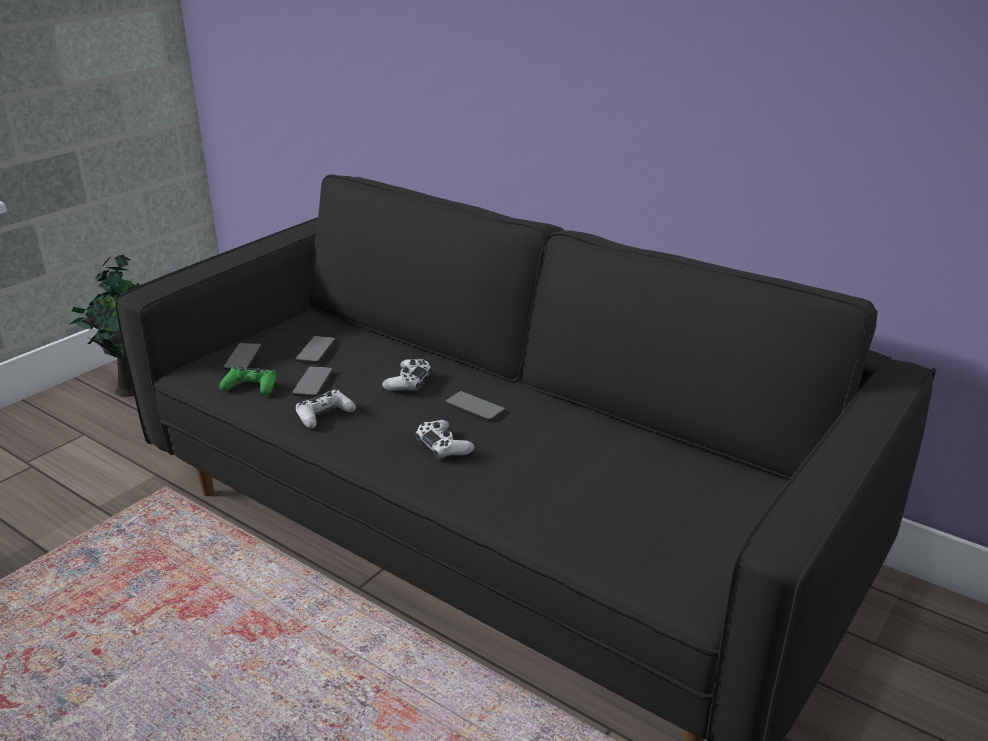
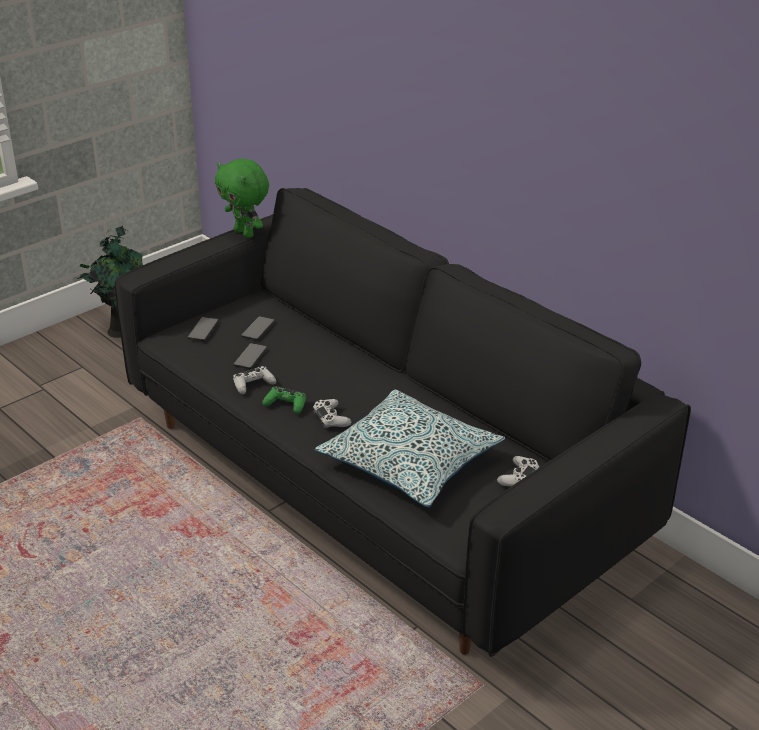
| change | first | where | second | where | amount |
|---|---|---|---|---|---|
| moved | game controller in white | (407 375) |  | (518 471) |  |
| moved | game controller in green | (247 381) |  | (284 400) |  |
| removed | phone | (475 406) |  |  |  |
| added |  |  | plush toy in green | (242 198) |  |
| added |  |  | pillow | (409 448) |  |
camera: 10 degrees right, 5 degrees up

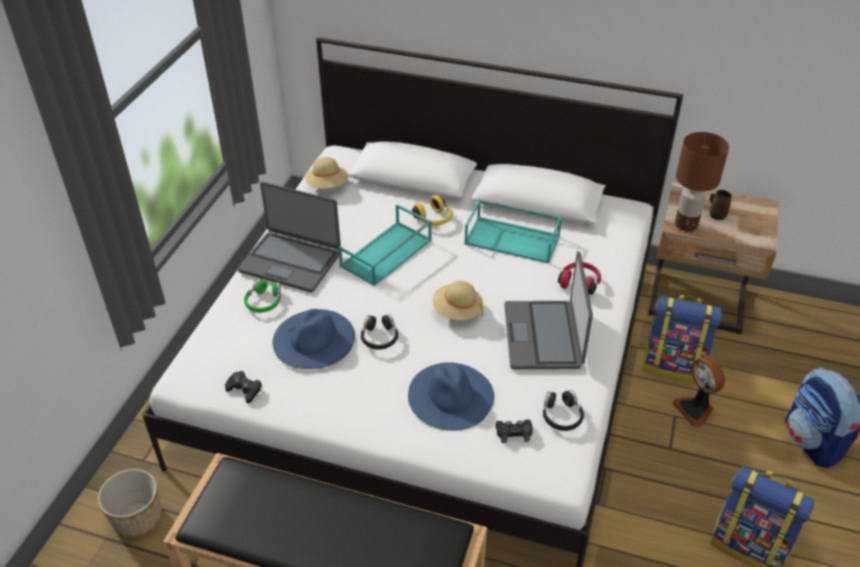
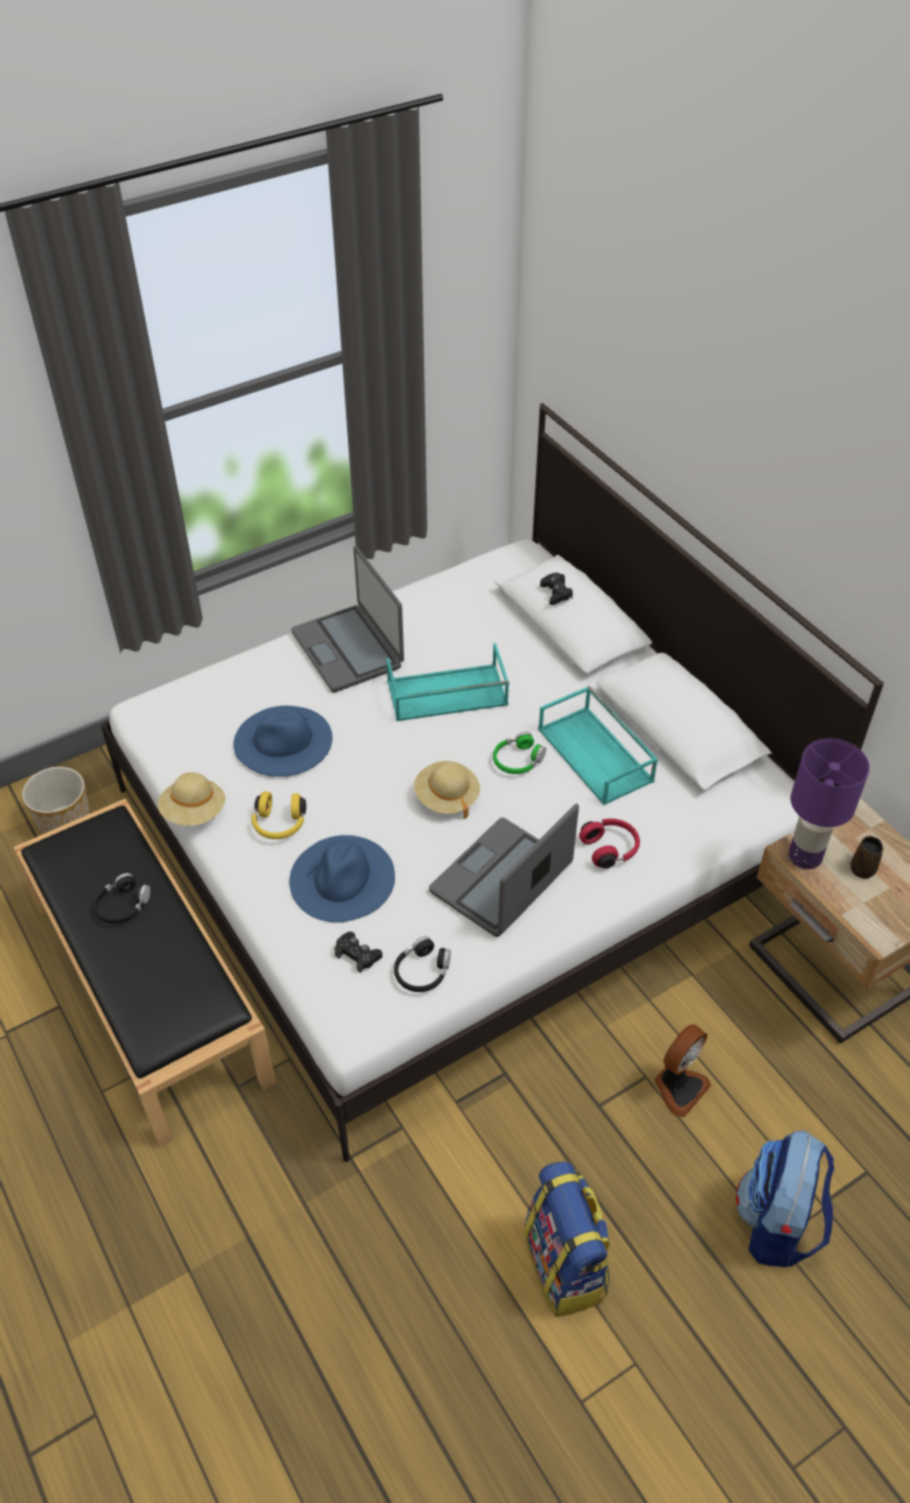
| change | first | where | second | where | amount |
|---|---|---|---|---|---|
| recoloured | table lamp in brown | (702 182) | table lamp in purple | (829 803) |  |
| moved | hat in beige | (326 173) |  | (191 799) |  |
| moved | headphones in yellow | (432 210) |  | (278 815) |  |
| moved | headphones in green | (262 295) |  | (519 753) |  |
| removed | backpack | (683 339) |  |  |  |
| moved | headphones in black | (379 331) |  | (121 898) |  |
| turned | fan | (698 391) |  | (682 1070) | 150 degrees counterclockwise |
| moved | game controller in black | (243 387) |  | (556 589) |  |
camera: 40 degrees right, 5 degrees up

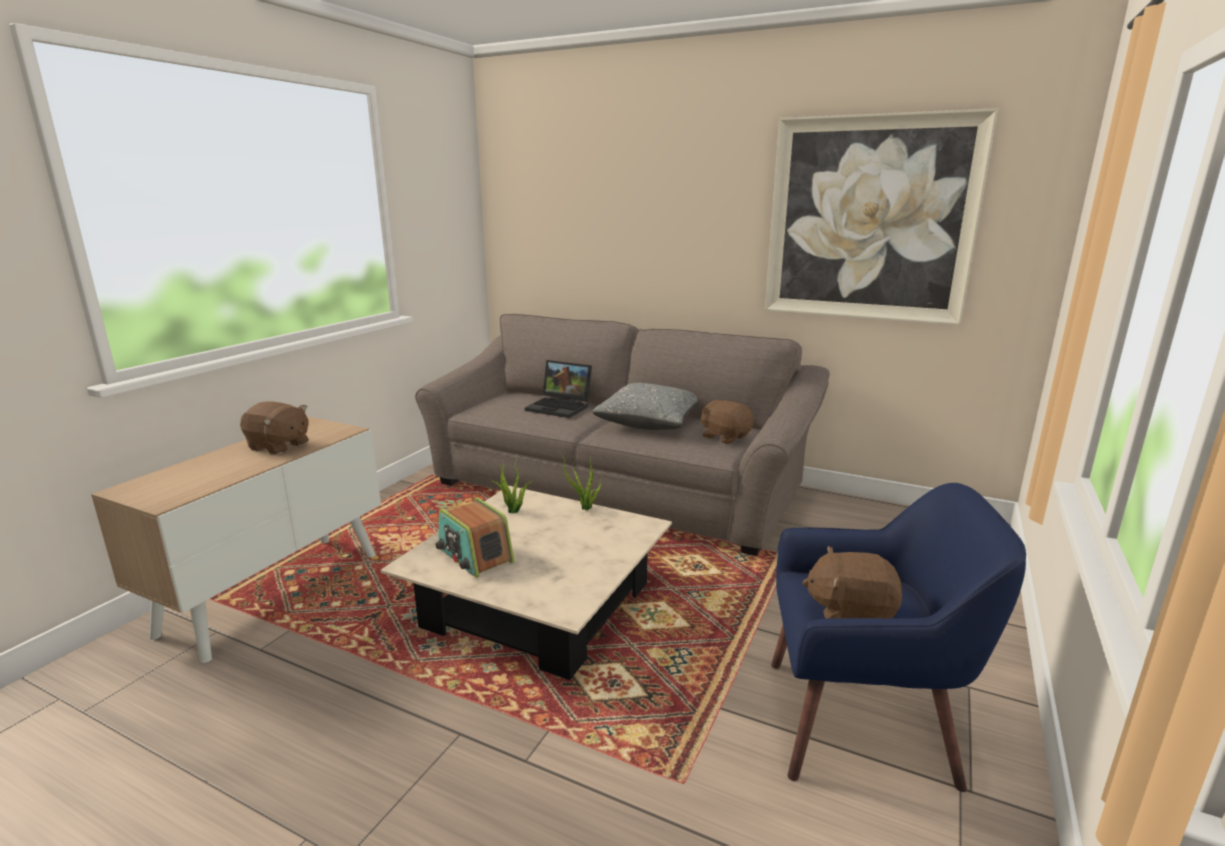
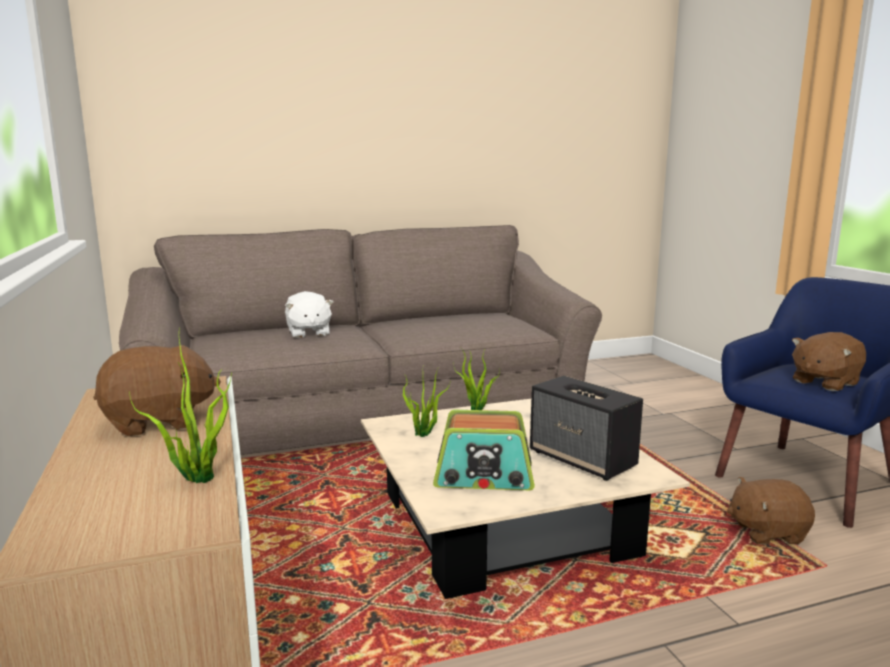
| change | first | where | second | where | amount |
|---|---|---|---|---|---|
| removed | picture | (882 216) |  |  |  |
| replaced | laptop | (558 389) | plush toy in white | (309 314) |  |
| removed | pillow in grey | (645 406) |  |  |  |
| moved | plush toy in brown | (727 422) |  | (771 511) |  |
| added |  |  | potted plant | (180 411) |  |
| added |  |  | speaker | (586 428) |  |
camera: 45 degrees left, 5 degrees down

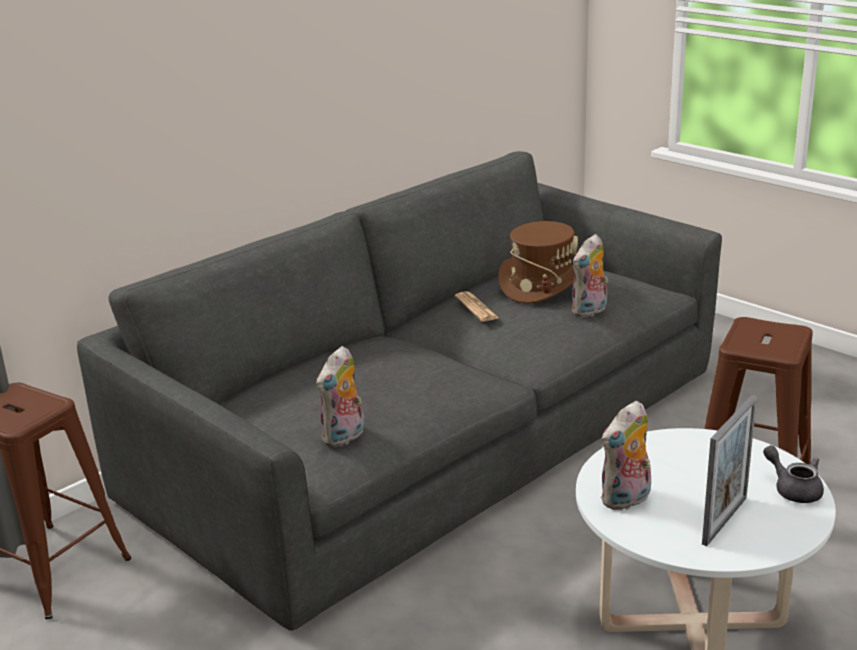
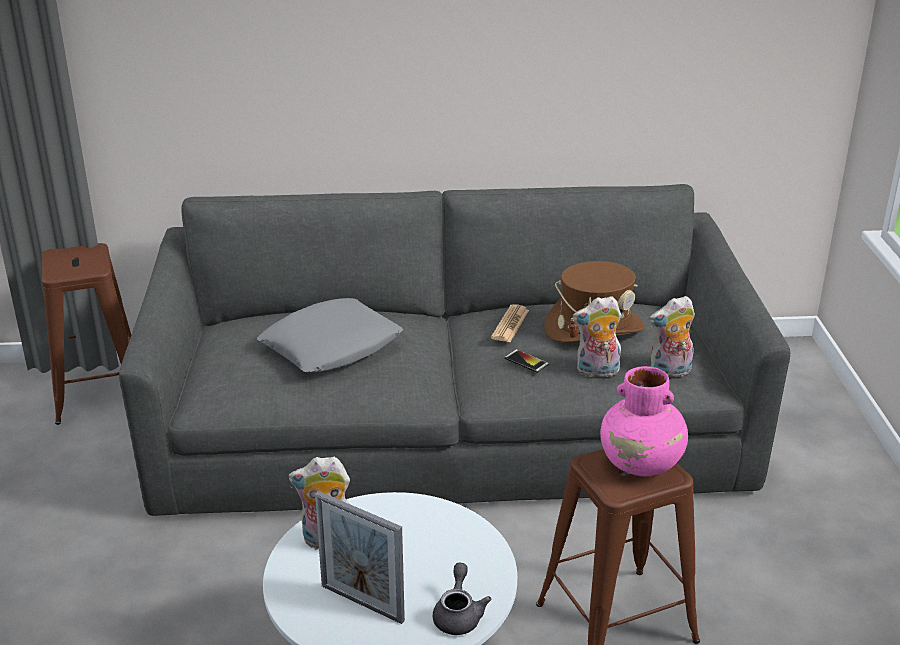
| change | first | where | second | where | amount |
|---|---|---|---|---|---|
| moved | plush toy | (340 396) |  | (672 336) |  |
| turned | picture frame | (729 470) |  | (360 557) | 45 degrees clockwise |
| added |  |  | pillow in grey | (330 335) |  |
| added |  |  | phone | (526 361) |  |
| added |  |  | vase in pink | (644 421) |  |
camera: 40 degrees right, 5 degrees up

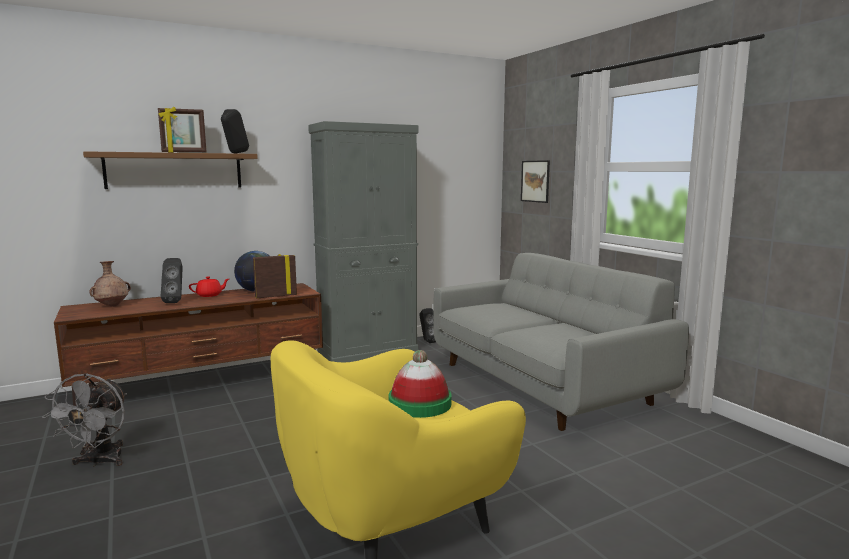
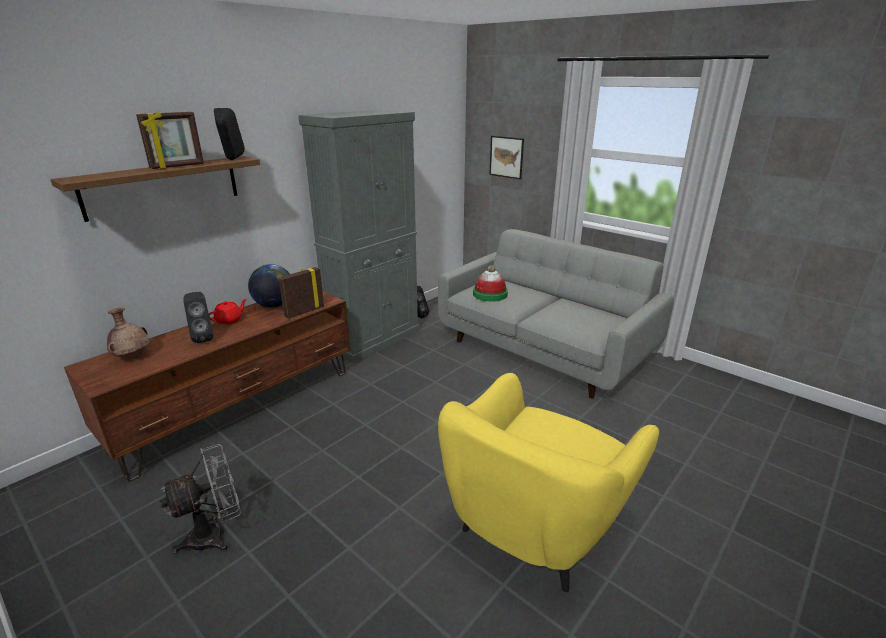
| change | first | where | second | where | amount |
|---|---|---|---|---|---|
| moved | hat | (420 384) |  | (490 283) |  |
| turned | fan in grey | (84 420) |  | (200 499) | 105 degrees counterclockwise |
camera: 20 degrees left, 15 degrees up

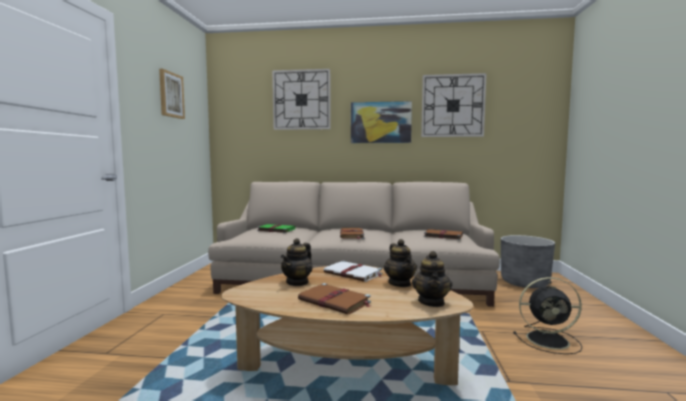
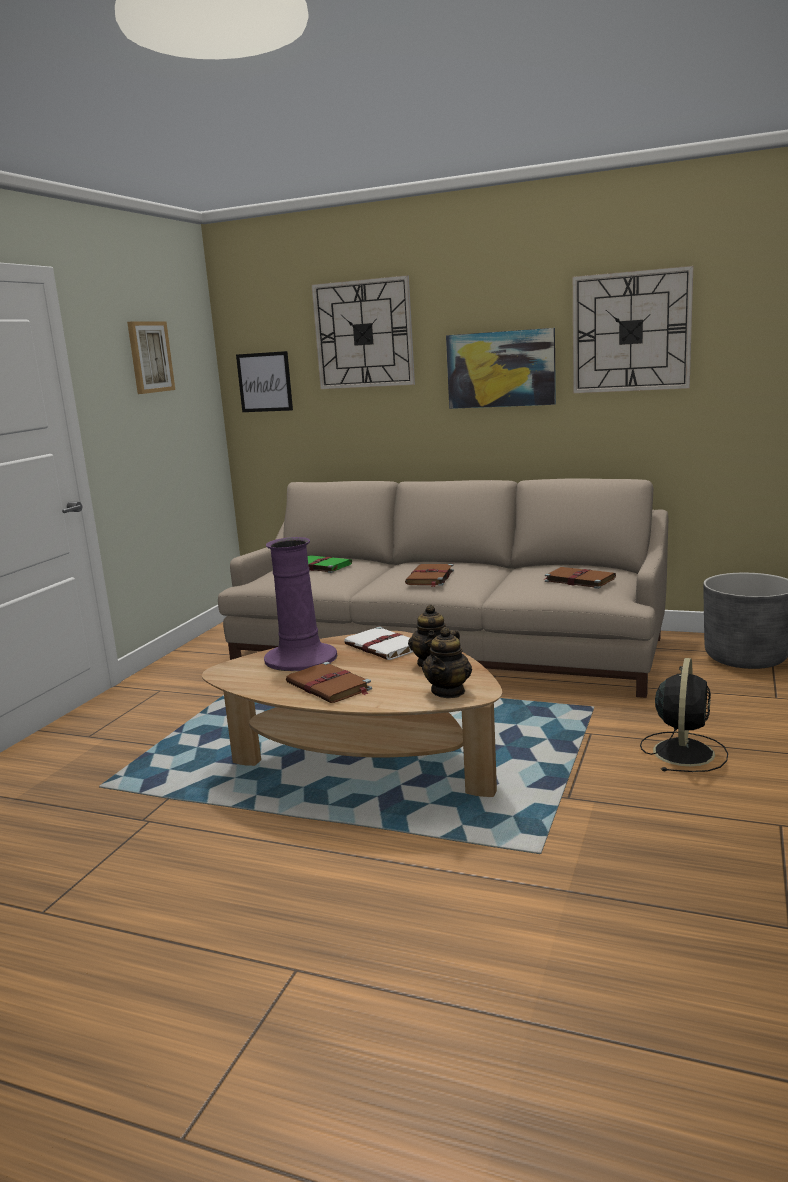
| change | first | where | second | where | amount |
|---|---|---|---|---|---|
| replaced | teapot | (296 262) | vase in purple | (301 604) |  |
| turned | fan in black | (547 315) |  | (684 715) | 90 degrees counterclockwise |
| added |  |  | picture | (264 381) |  |
camera: 15 degrees right, 10 degrees up

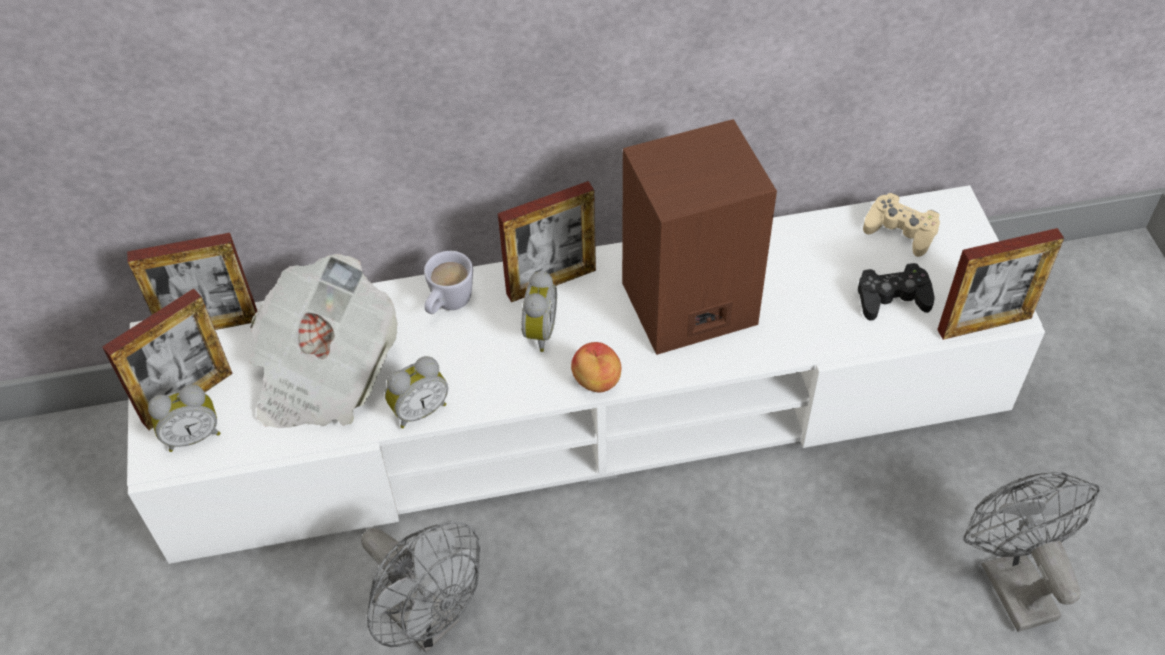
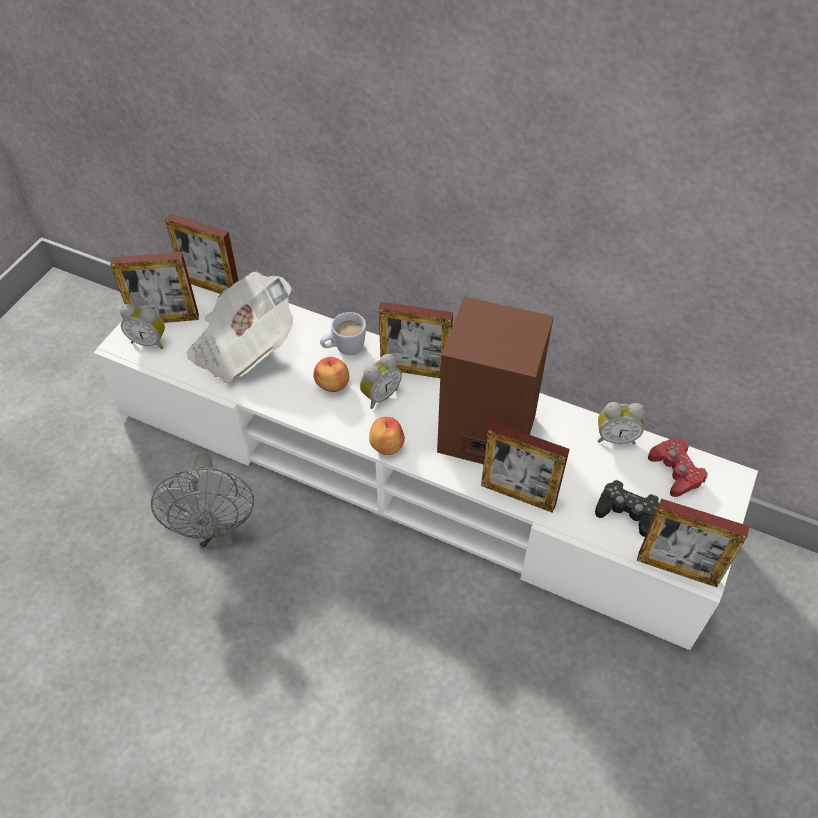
| change | first | where | second | where | amount |
|---|---|---|---|---|---|
| recoloured | game controller in beige | (901 225) | game controller in red | (678 467) |  |
| moved | alarm clock | (416 392) |  | (621 423) |  |
| removed | fan in grey | (1031 552) |  |  |  |
| added |  |  | apple | (331 374) |  |
| added |  |  | picture frame | (525 467) |  |
camera: 35 degrees right, 0 degrees up

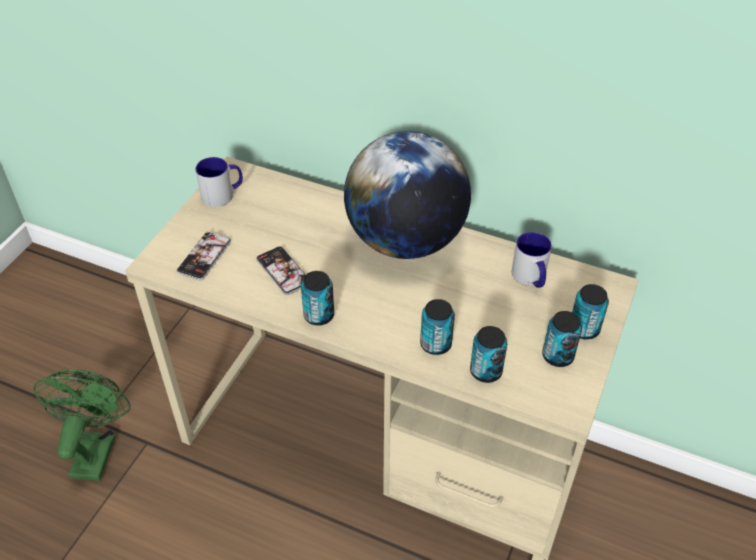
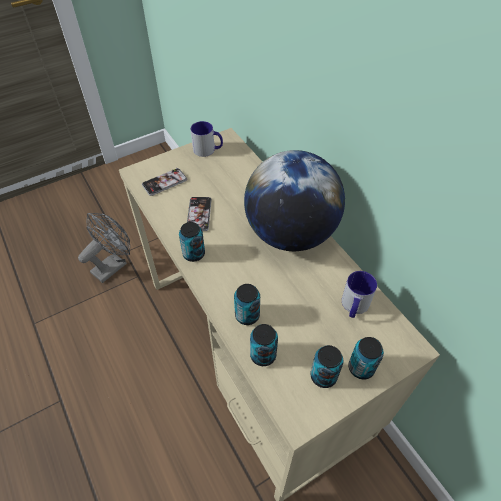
| change | first | where | second | where | amount |
|---|---|---|---|---|---|
| recoloured | fan in green | (82 425) | fan in grey | (104 248) |  |
camera: 35 degrees right, 5 degrees up

